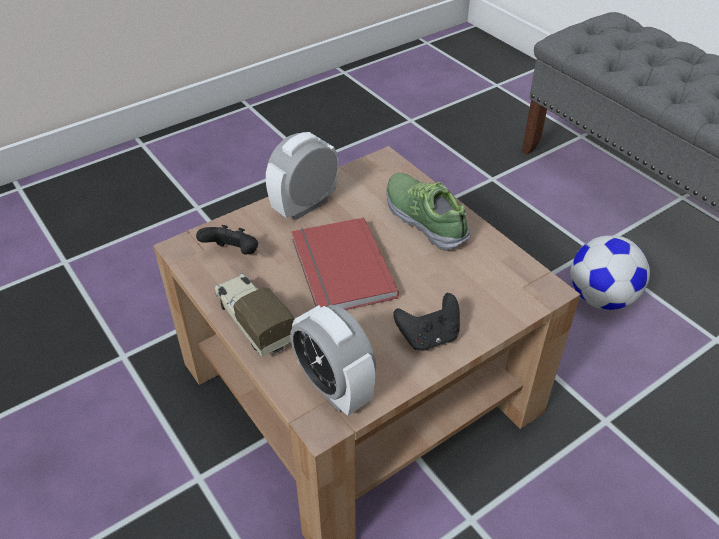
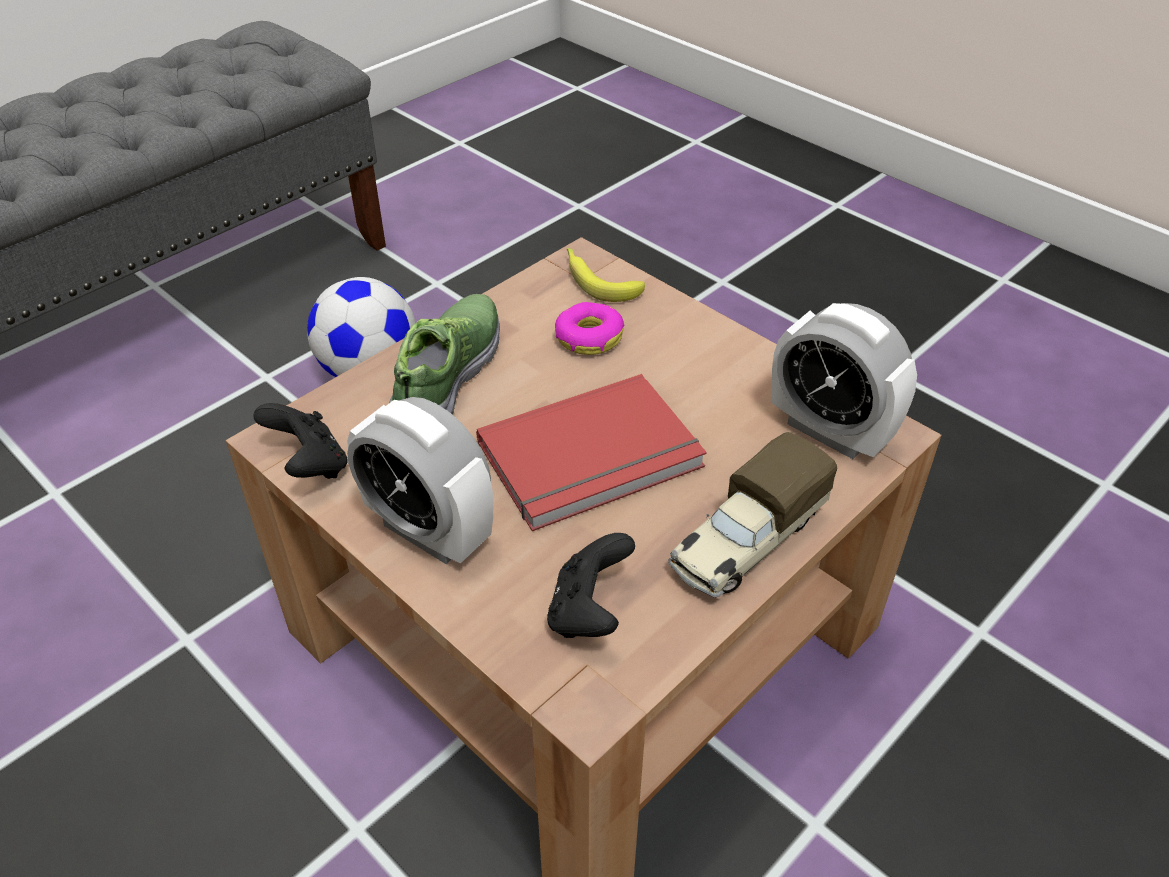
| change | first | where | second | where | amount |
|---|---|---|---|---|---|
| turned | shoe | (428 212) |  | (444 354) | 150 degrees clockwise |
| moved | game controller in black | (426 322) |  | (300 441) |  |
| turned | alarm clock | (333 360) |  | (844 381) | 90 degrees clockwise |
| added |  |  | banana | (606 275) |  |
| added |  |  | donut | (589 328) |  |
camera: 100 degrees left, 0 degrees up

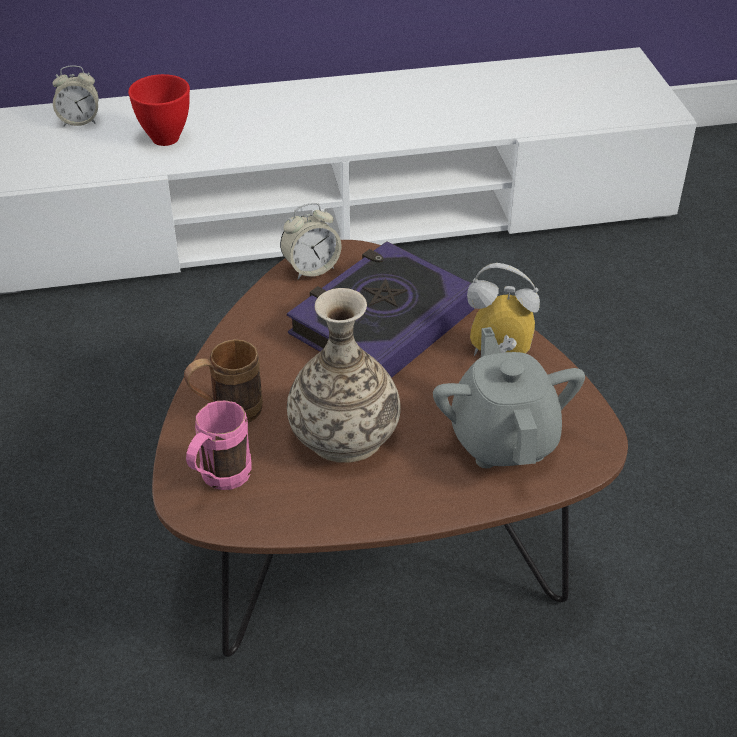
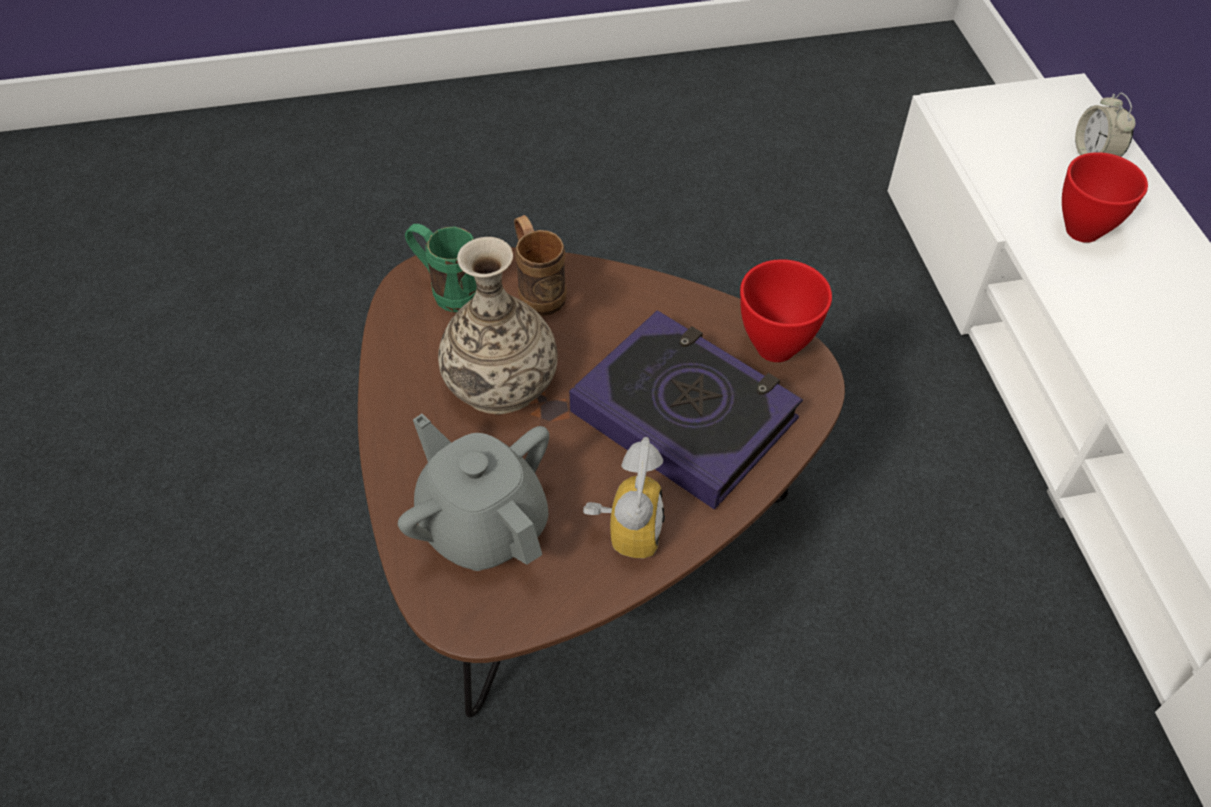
| change | first | where | second | where | amount |
|---|---|---|---|---|---|
| replaced | alarm clock | (310 241) | bowl in red | (786 310) |  |
| turned | teapot in grey | (509 397) |  | (473 492) | 120 degrees counterclockwise |
| recoloured | mug in pink | (218 445) | mug in green | (441 268) |  |
camera: 90 degrees right, 10 degrees up

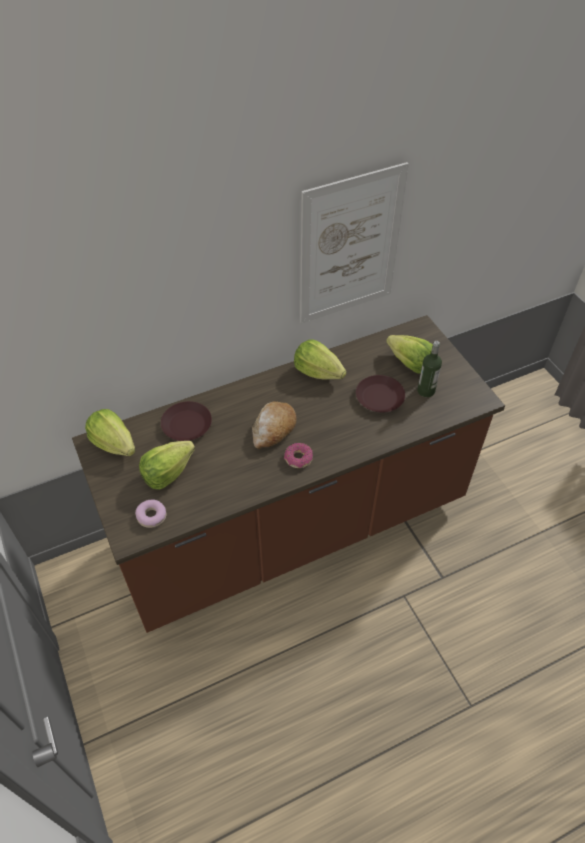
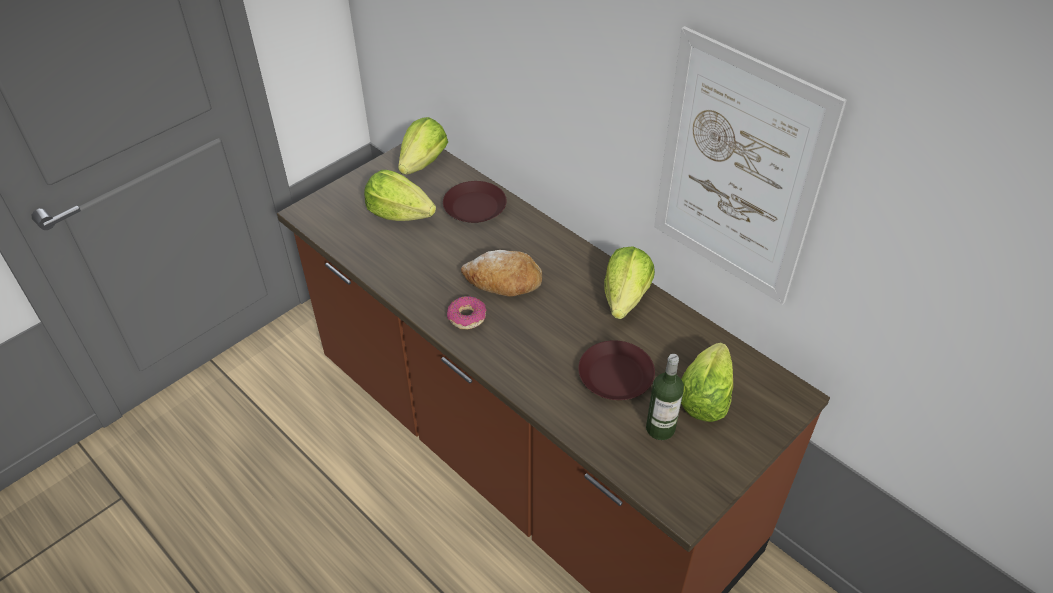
| change | first | where | second | where | amount |
|---|---|---|---|---|---|
| removed | donut | (150 513) |  |  |  |
camera: 70 degrees right, 5 degrees down

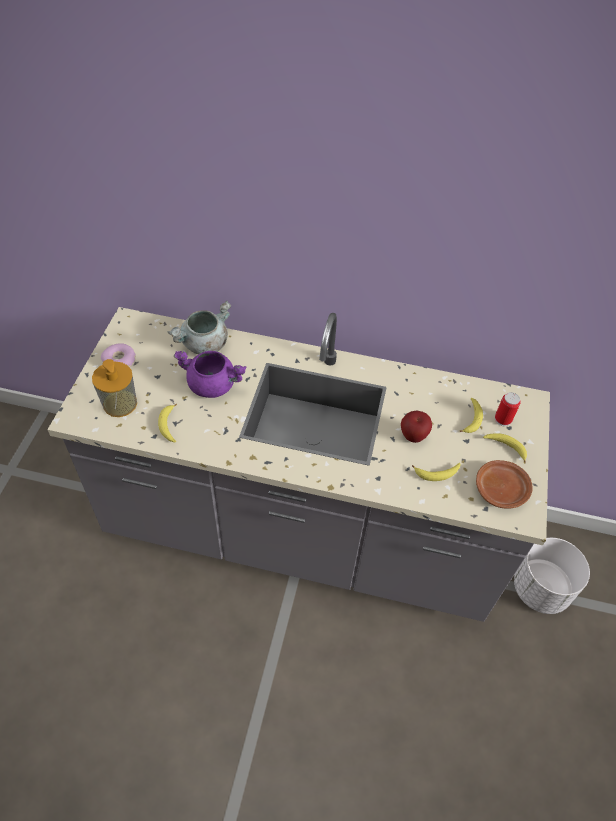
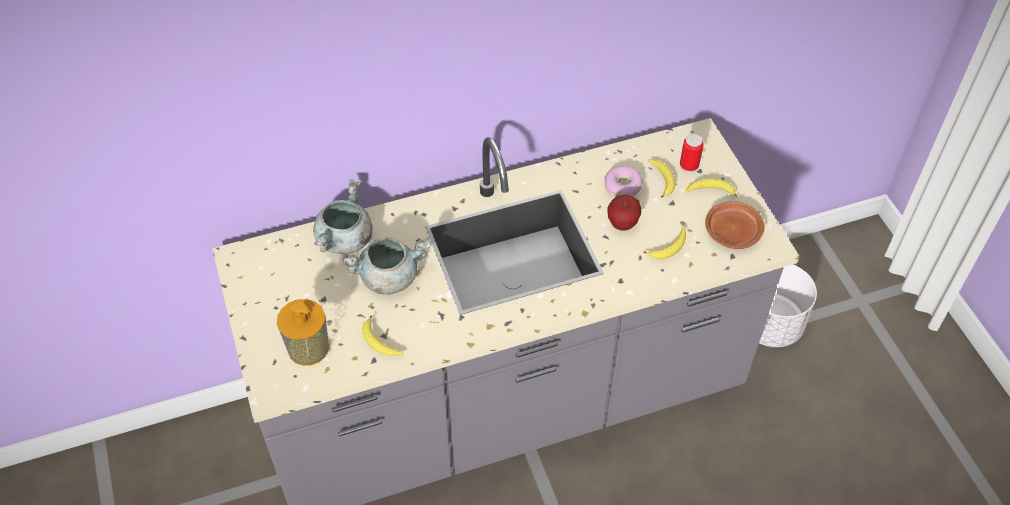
| change | first | where | second | where | amount |
|---|---|---|---|---|---|
| moved | donut | (118 355) |  | (623 181) |  |
| recoloured | cooking pot in purple | (210 374) | cooking pot in grey | (387 266) |  |
camera: 30 degrees left, 0 degrees up

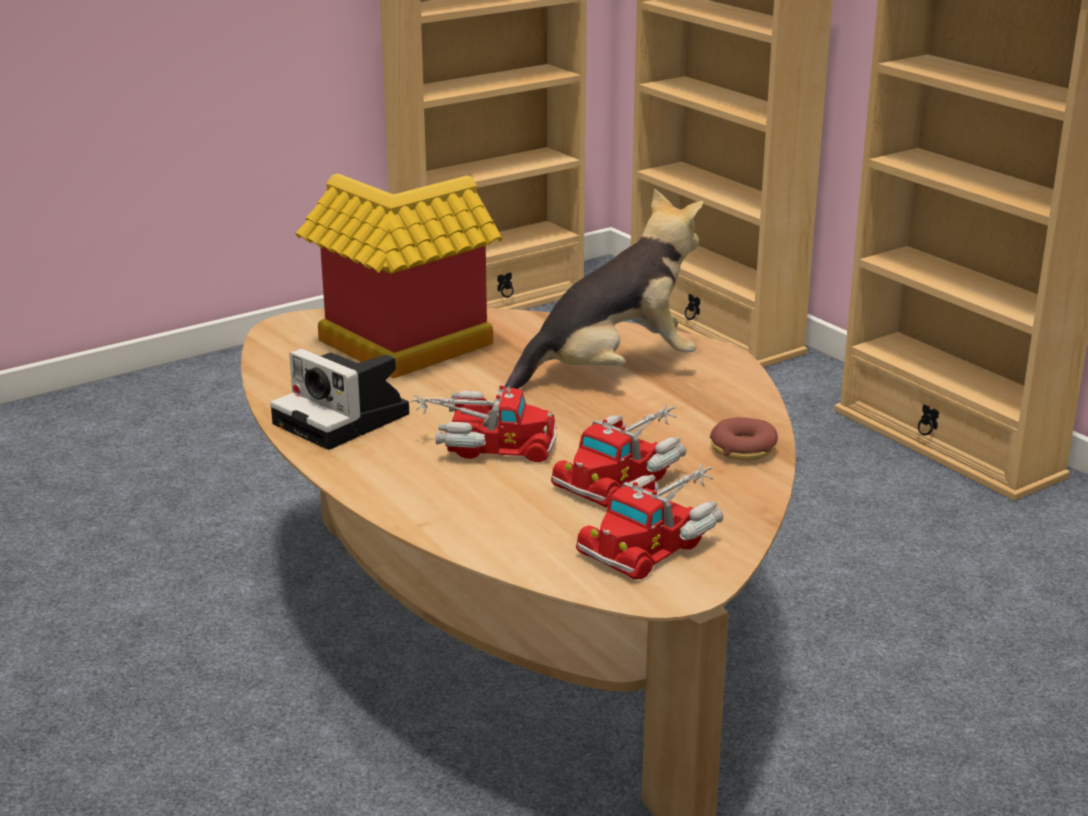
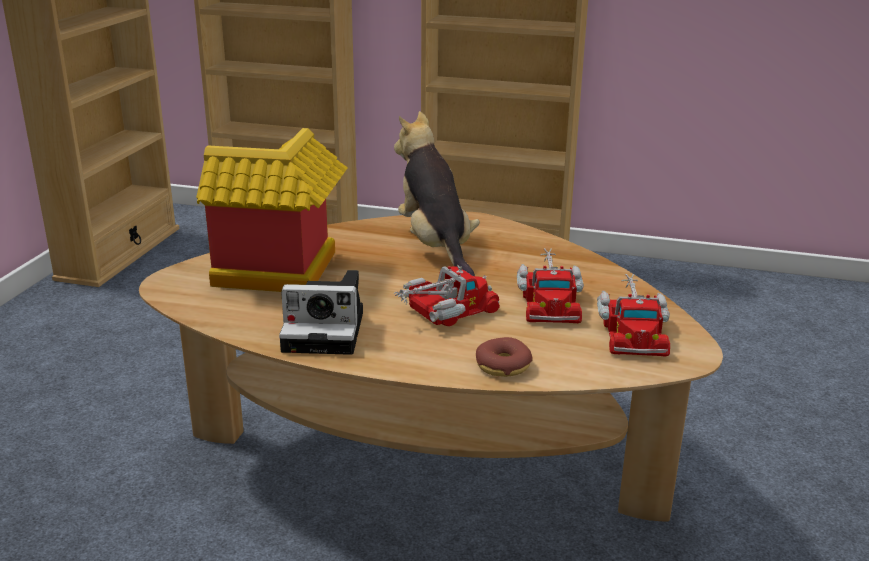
| change | first | where | second | where | amount |
|---|---|---|---|---|---|
| turned | plush toy | (604 288) |  | (437 193) | 45 degrees counterclockwise |
| moved | donut | (744 439) |  | (504 357) |  |
camera: 40 degrees left, 0 degrees up

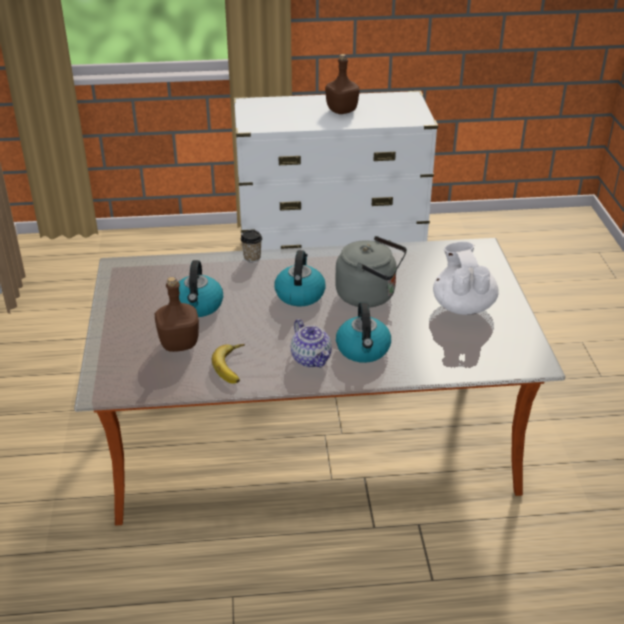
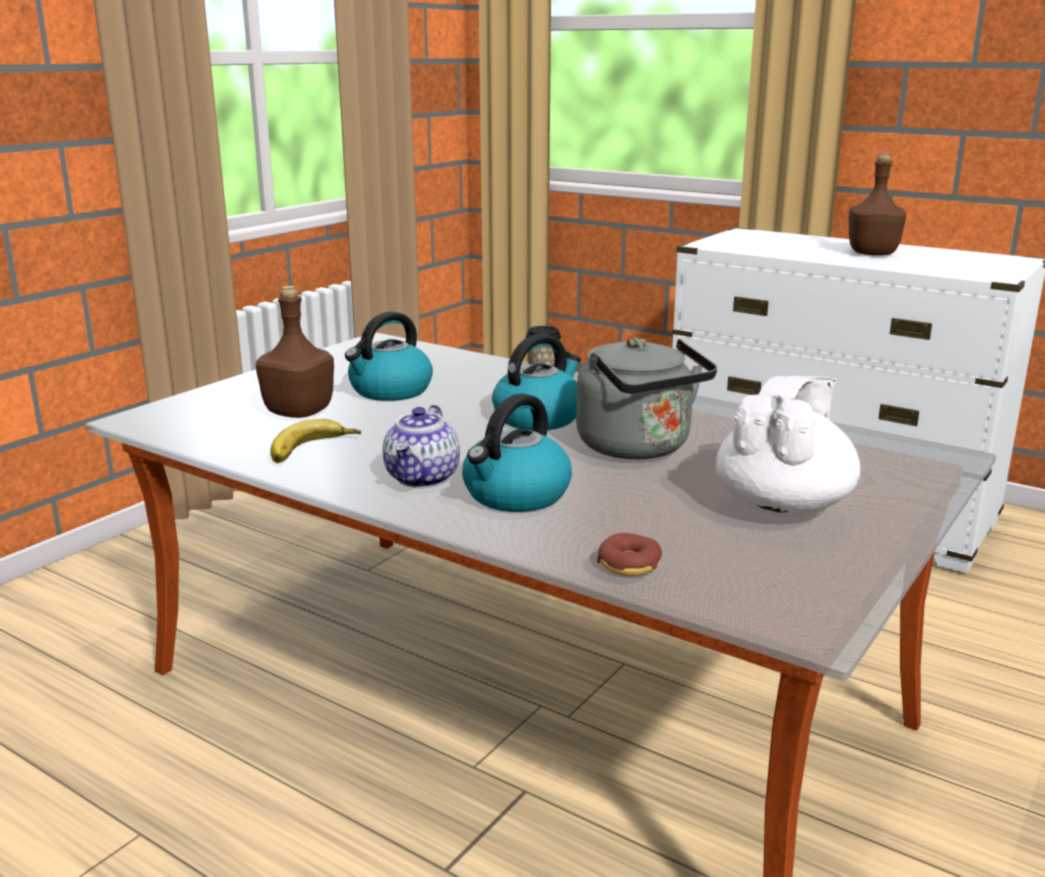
| change | first | where | second | where | amount |
|---|---|---|---|---|---|
| added |  |  | donut | (629 554) |  |
camera: 40 degrees right, 15 degrees down

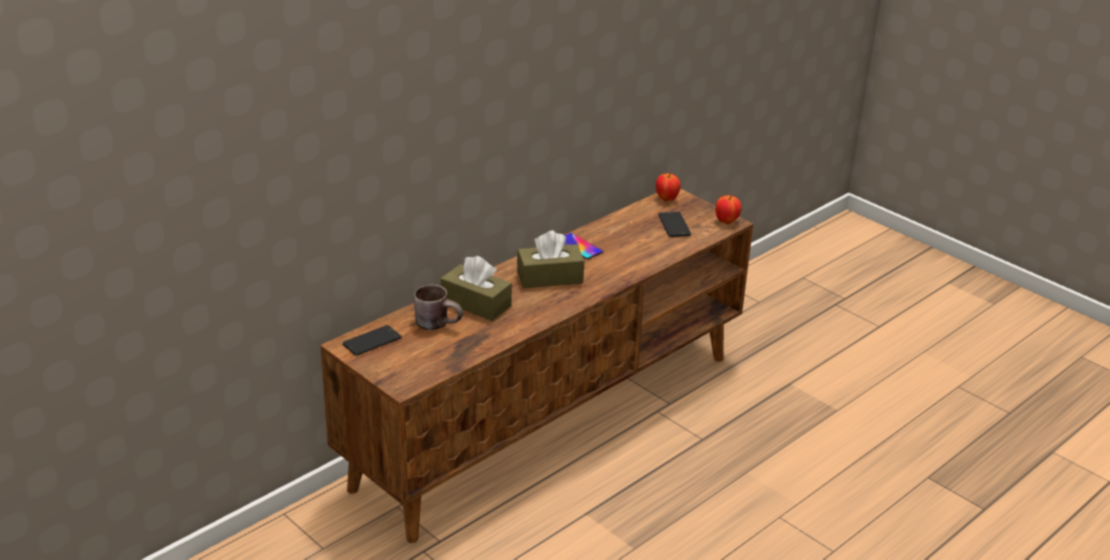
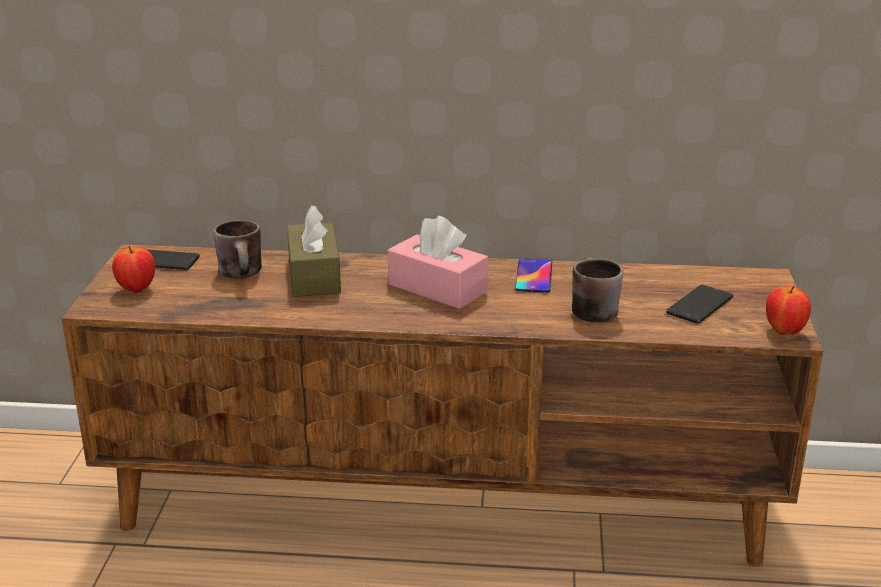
| change | first | where | second | where | amount |
|---|---|---|---|---|---|
| moved | apple | (668 187) |  | (133 269) |  |
| recoloured | tissue box in brown | (550 259) | tissue box in pink | (438 262) |  |
| added |  |  | mug in brown | (597 290) |  |
camera: 50 degrees right, 5 degrees down

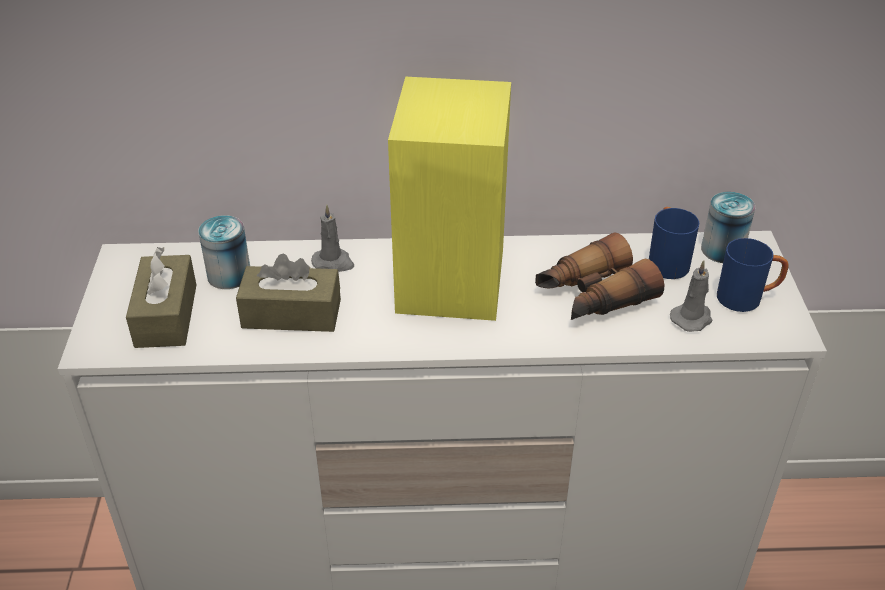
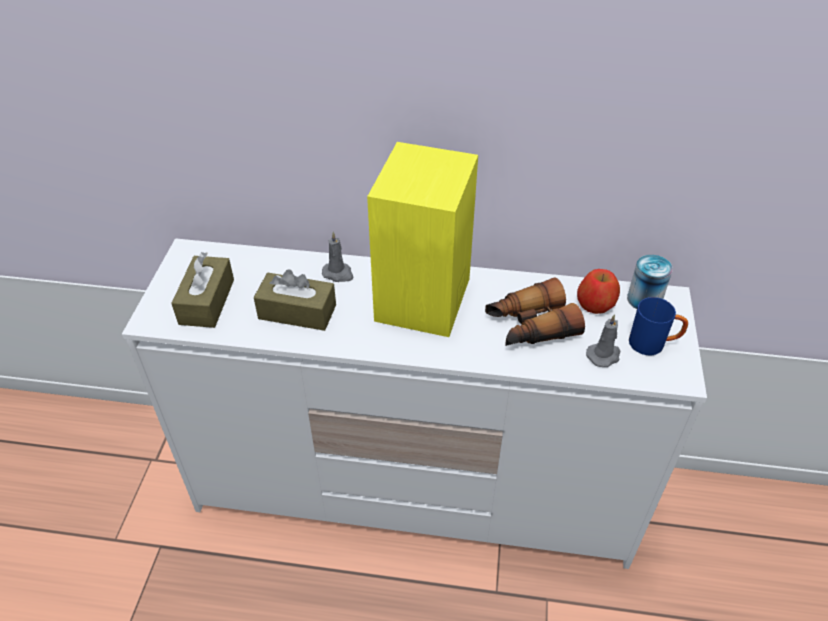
| change | first | where | second | where | amount |
|---|---|---|---|---|---|
| replaced | mug in blue | (674 243) | apple | (598 291) |  |
| removed | can | (224 252) |  |  |  |
camera: 10 degrees right, 5 degrees up

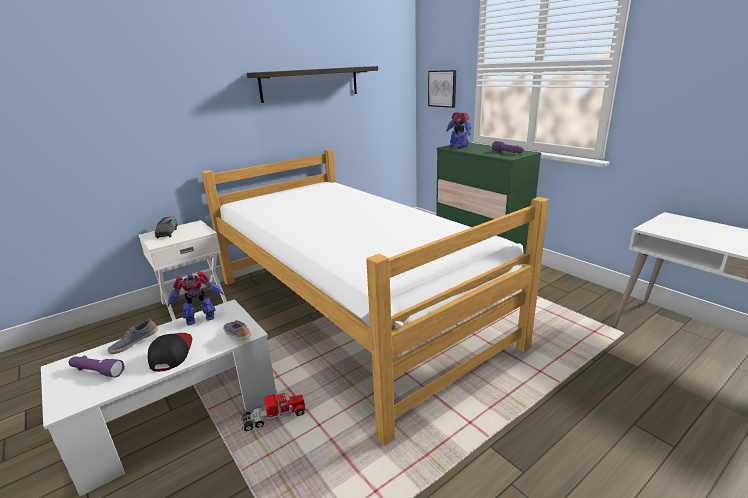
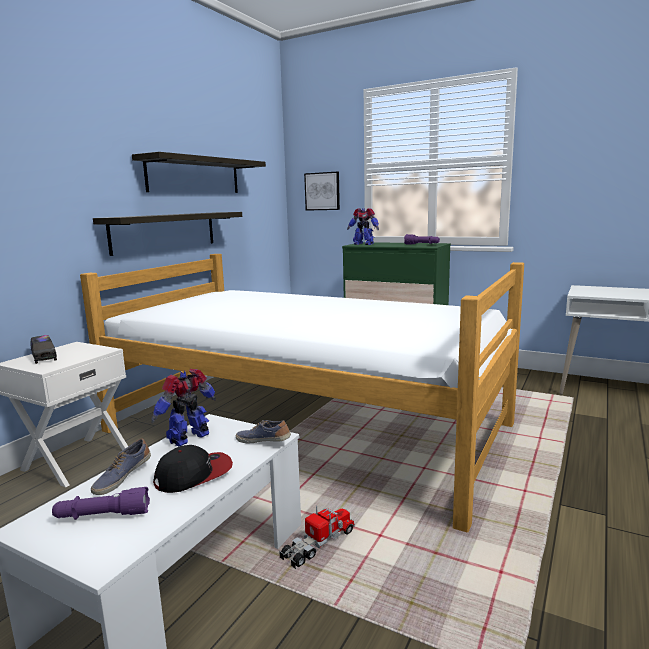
| change | first | where | second | where | amount |
|---|---|---|---|---|---|
| turned | cap | (170 352) |  | (193 469) | 90 degrees clockwise |
| added |  |  | shelf | (167 234) |  |
camera: 25 degrees left, 10 degrees down

